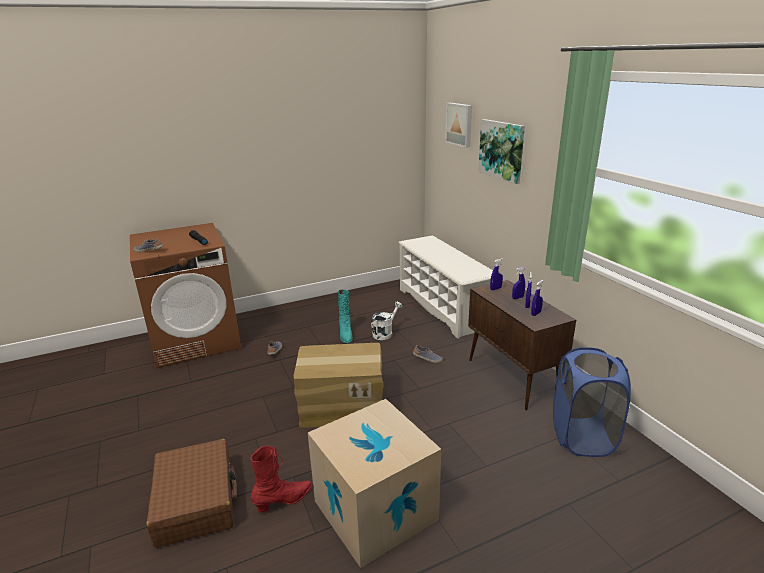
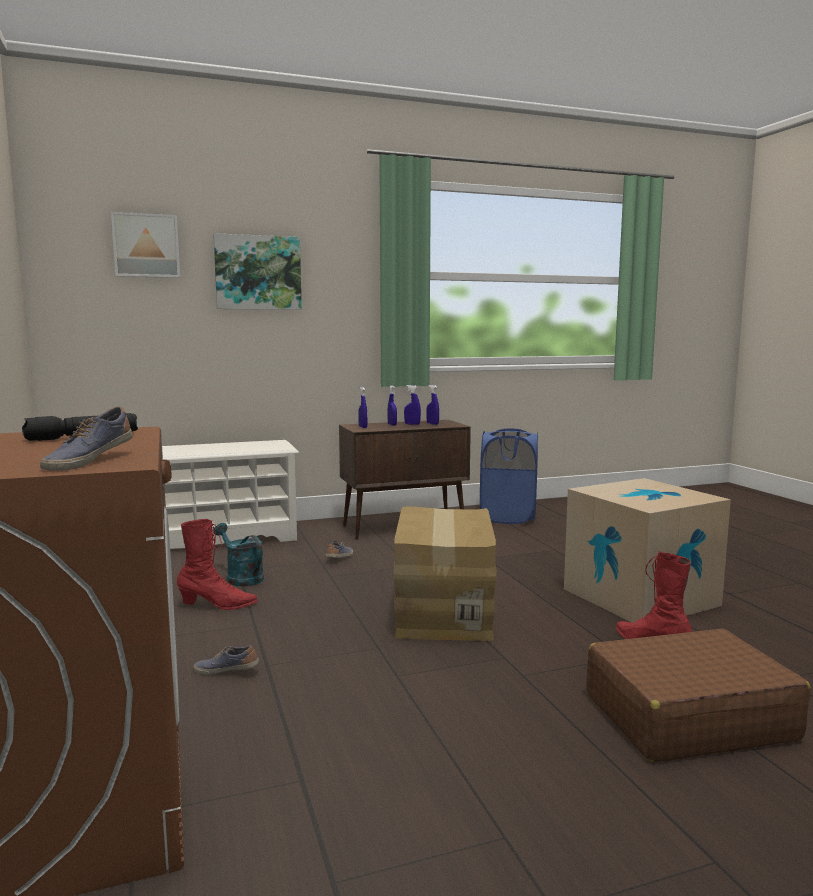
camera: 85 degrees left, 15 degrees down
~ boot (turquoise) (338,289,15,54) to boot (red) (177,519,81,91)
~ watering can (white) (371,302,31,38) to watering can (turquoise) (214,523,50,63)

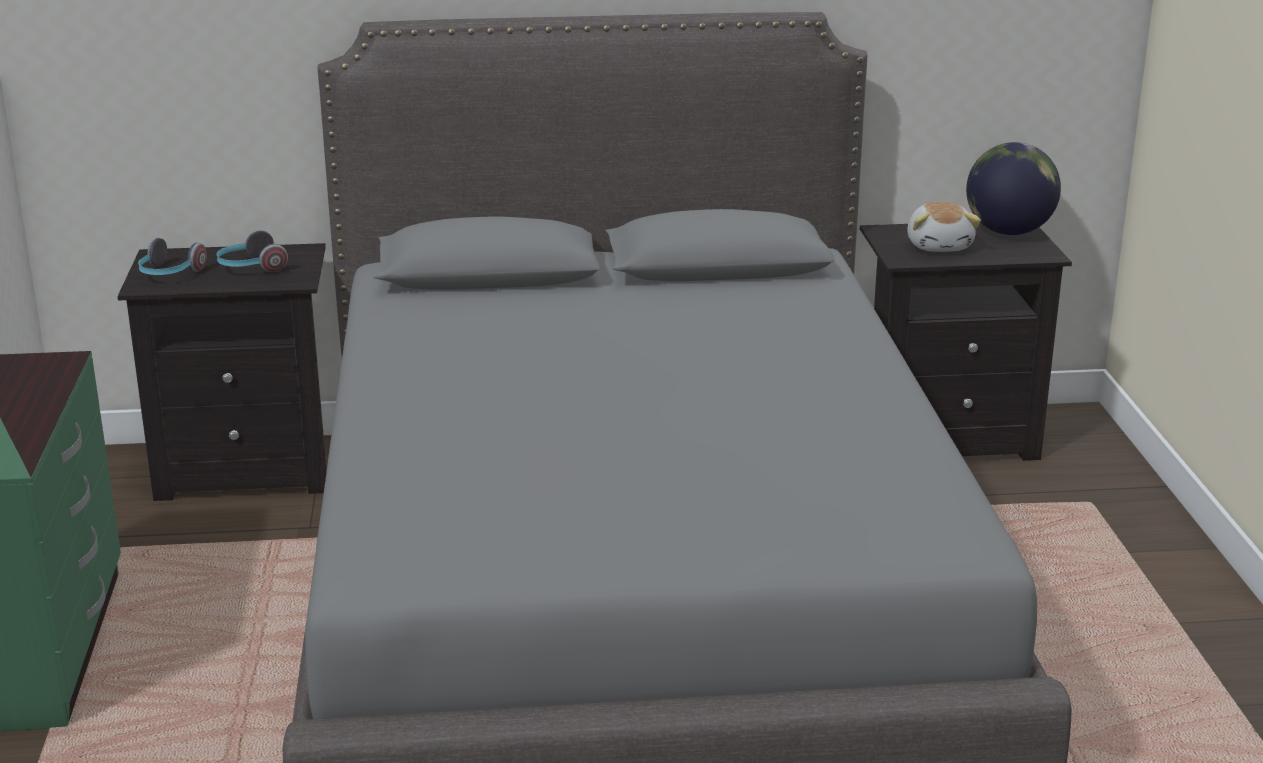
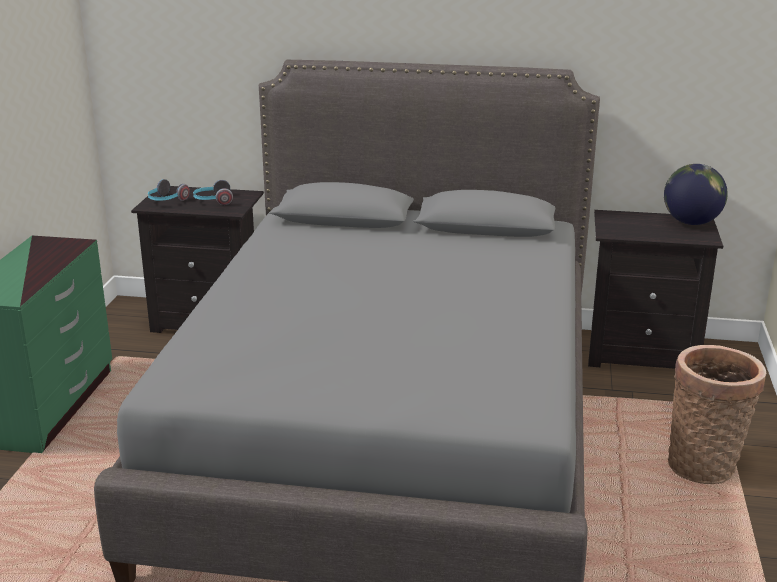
camera: 15 degrees right, 0 degrees up
+ basket (668,345,98,139)
- plush toy (907,202,74,50)

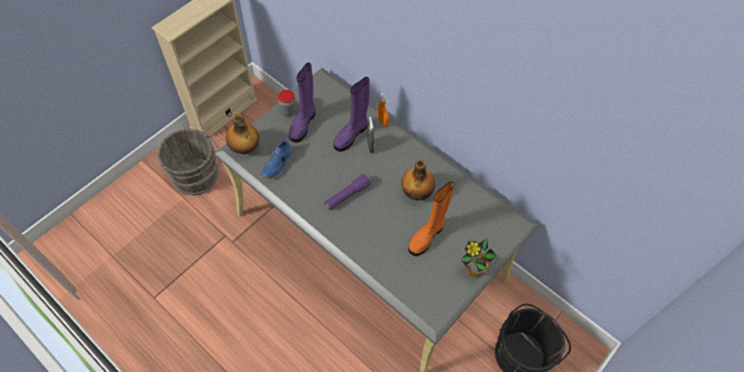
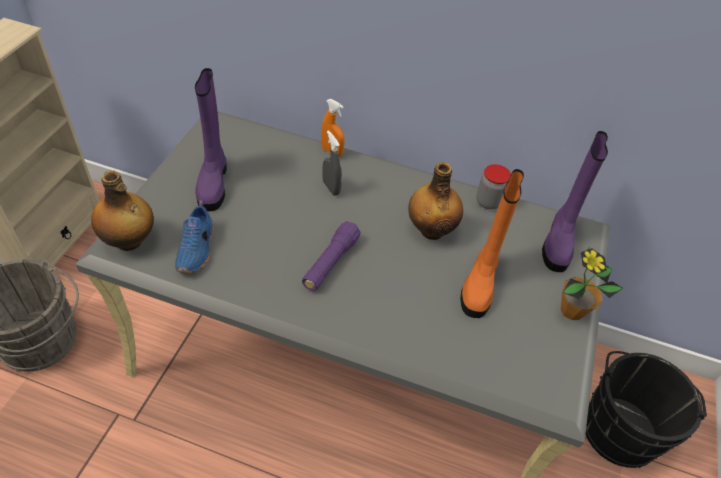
camera: 25 degrees left, 10 degrees down
~ jar (278,90,19,26) to (476,164,35,45)
~ boot (purple) (333,77,37,75) to (542,131,66,141)

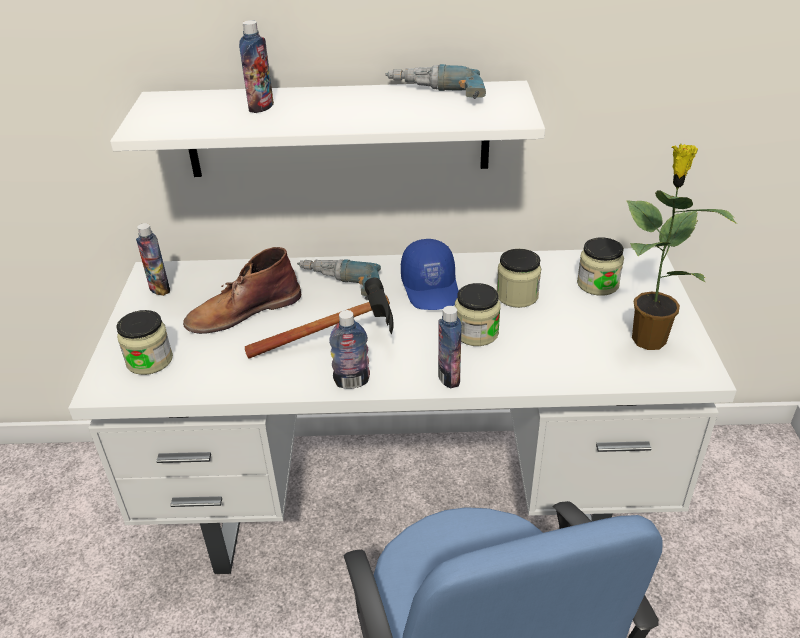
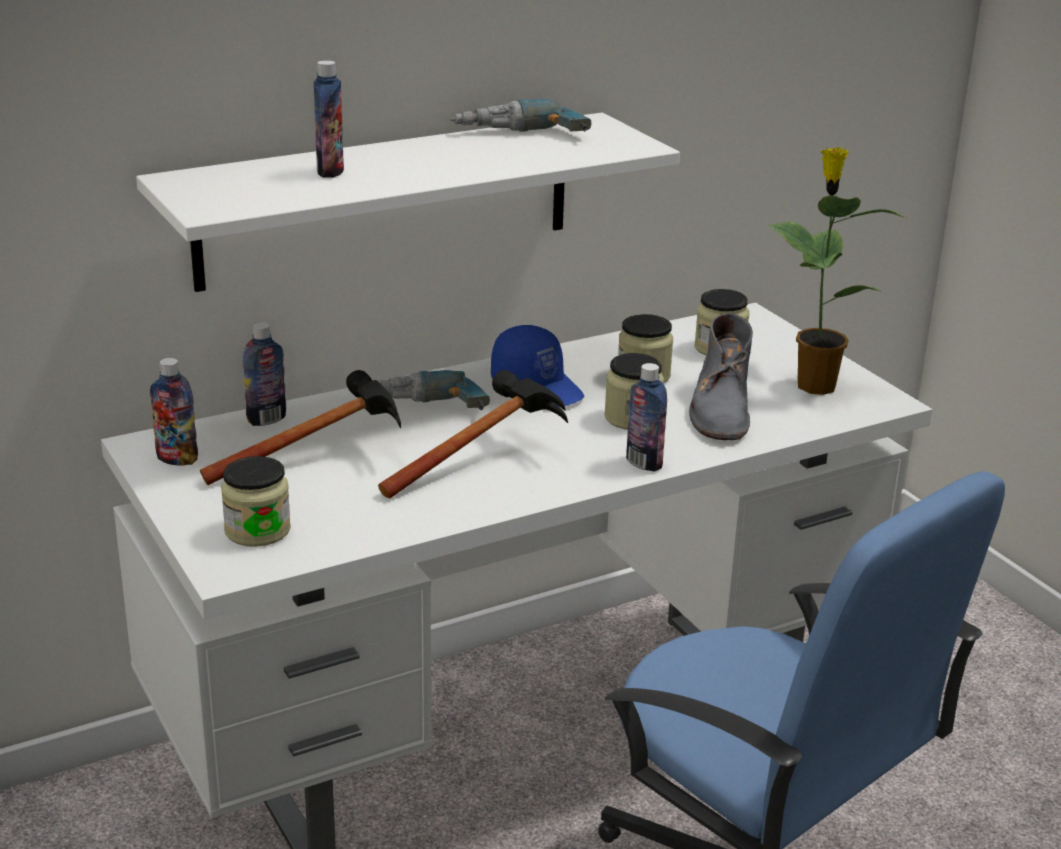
camera: 30 degrees left, 10 degrees down
~ boot (brown) (183,247,118,87) to hammer (200,370,201,115)
~ bottle (329,310,41,79) to (243,322,43,104)
+ boot (grey) (689,313,64,127)

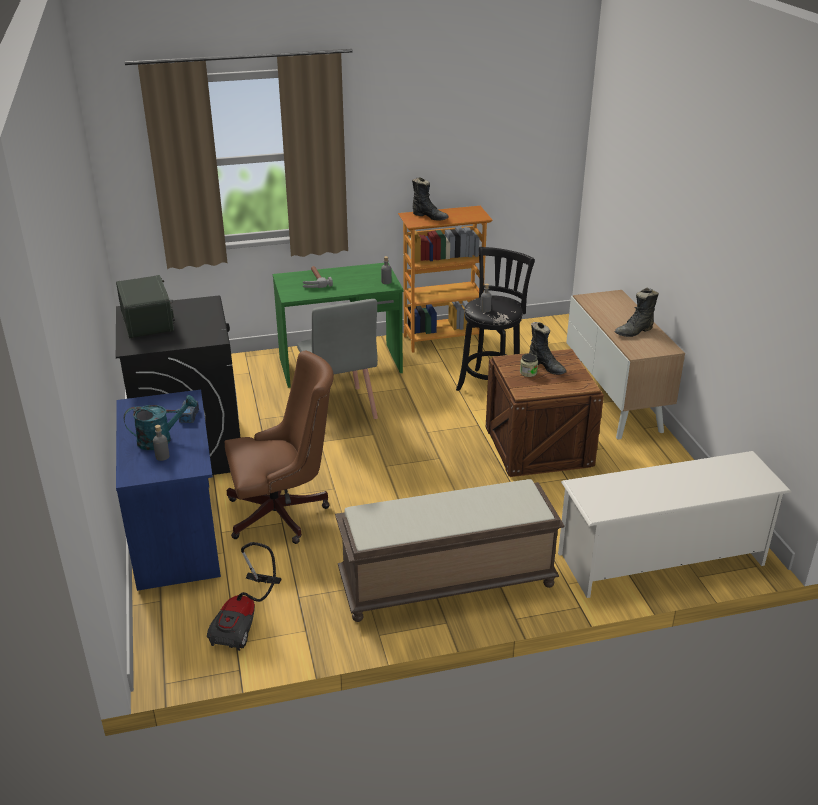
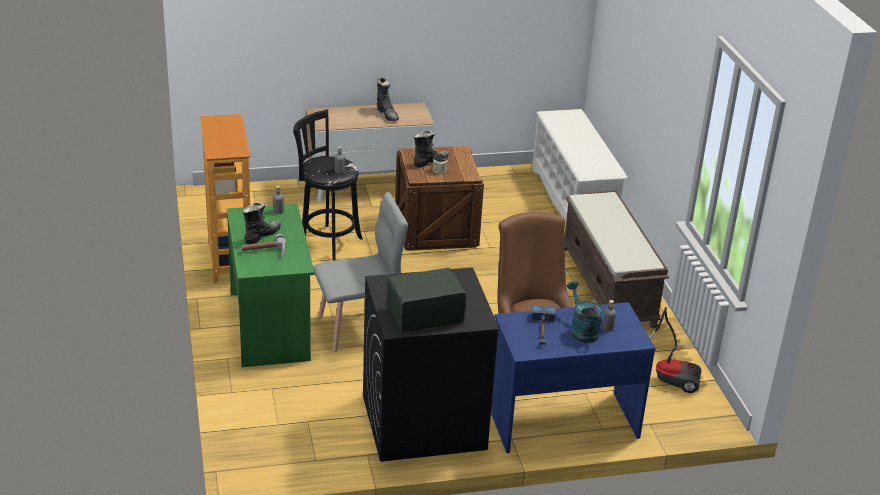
camera: 90 degrees left, 0 degrees up
~ boot (black) (412,177,37,44) to (243,202,38,42)

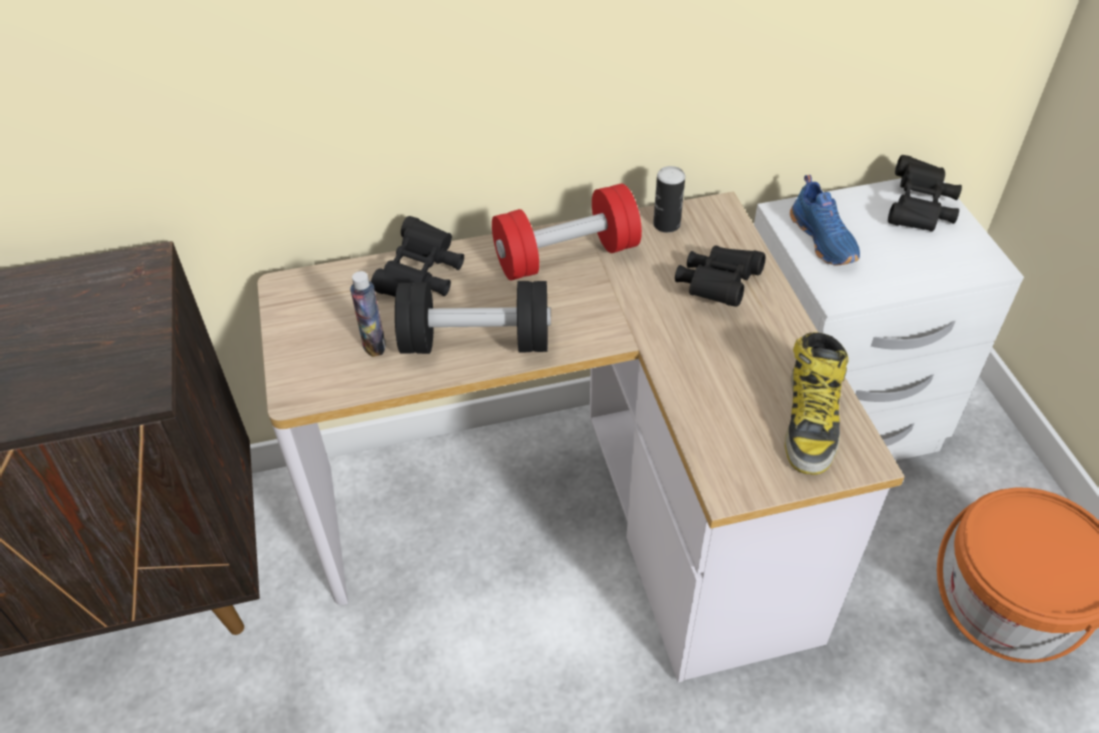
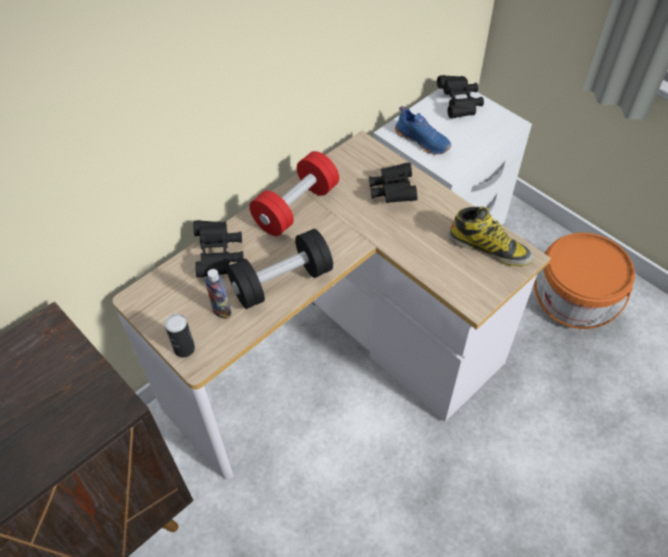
camera: 30 degrees left, 5 degrees up
~ can (653,166,32,67) to (165,314,30,44)
~ boot (785,332,64,143) = (448,206,85,61) 45 degrees counterclockwise

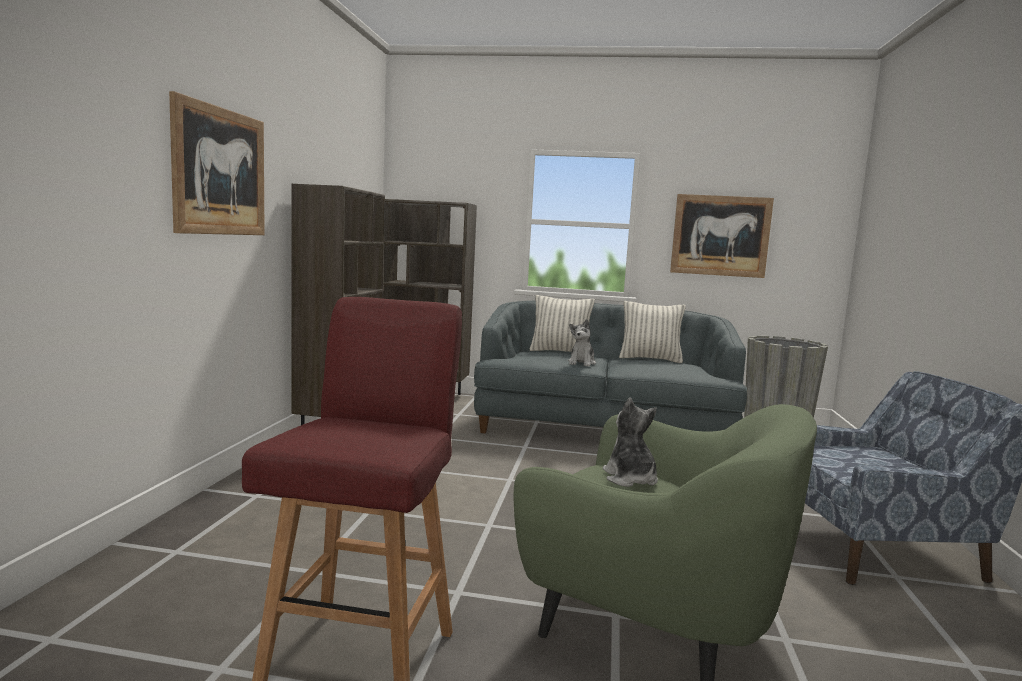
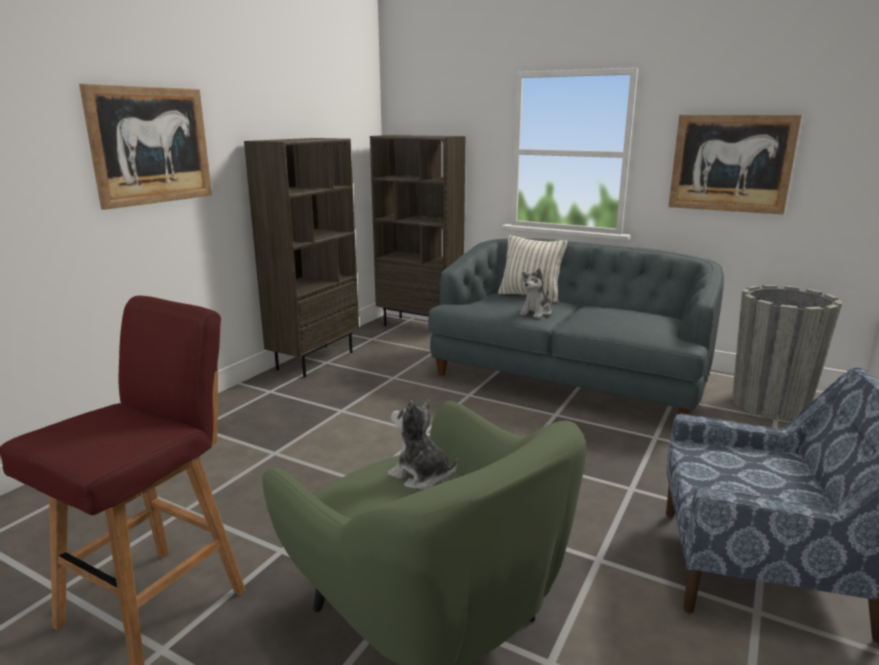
camera: 20 degrees right, 10 degrees up
~ plush toy (603,397,55,90) = (388,399,70,91) 60 degrees counterclockwise
- pillow (619,301,67,62)

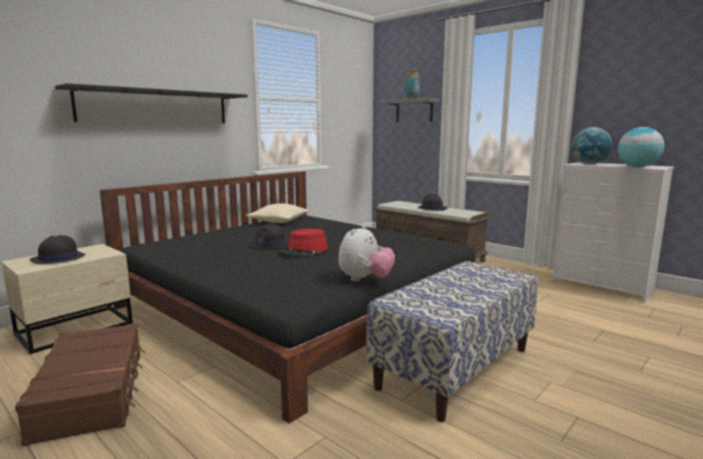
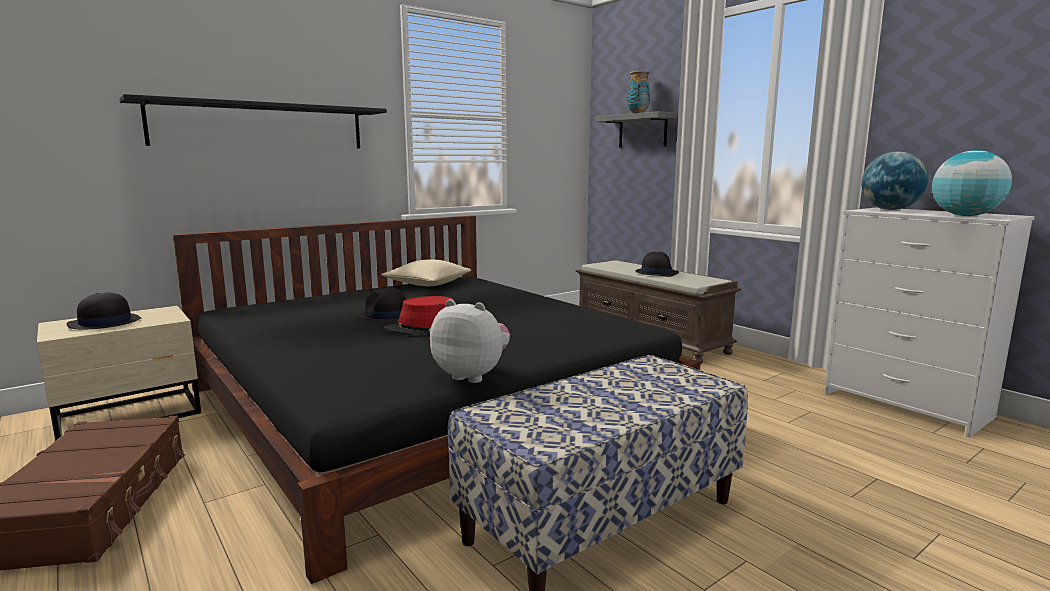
camera: 10 degrees right, 0 degrees up
~ plush toy (338,225,57,57) = (430,299,80,84) 105 degrees counterclockwise

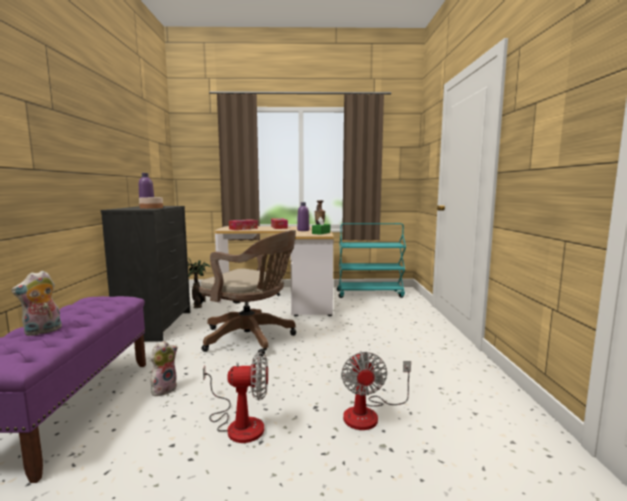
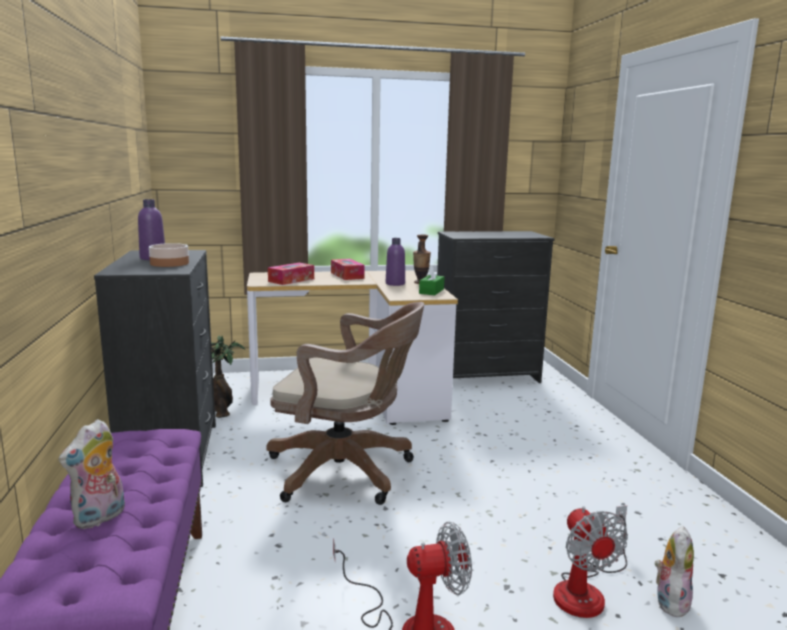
camera: 10 degrees left, 5 degrees up
~ cart (turquoise) (337,223,69,75) to dresser (black) (437,231,118,152)
~ plush toy (151,341,26,55) to (655,526,39,91)

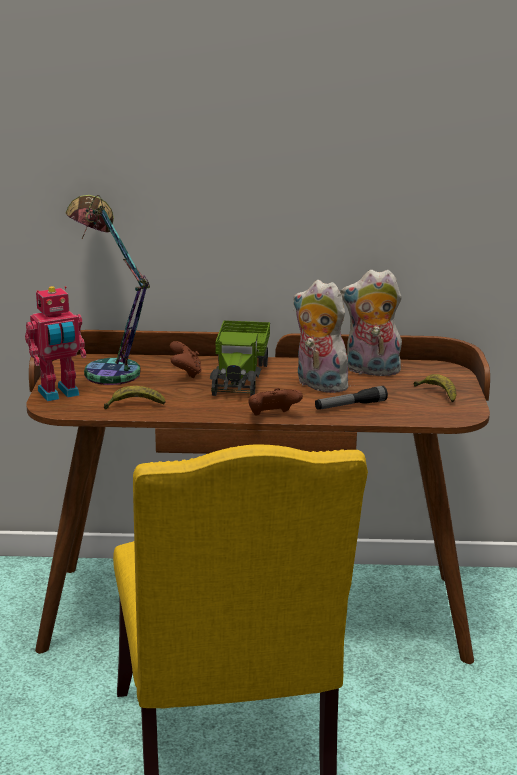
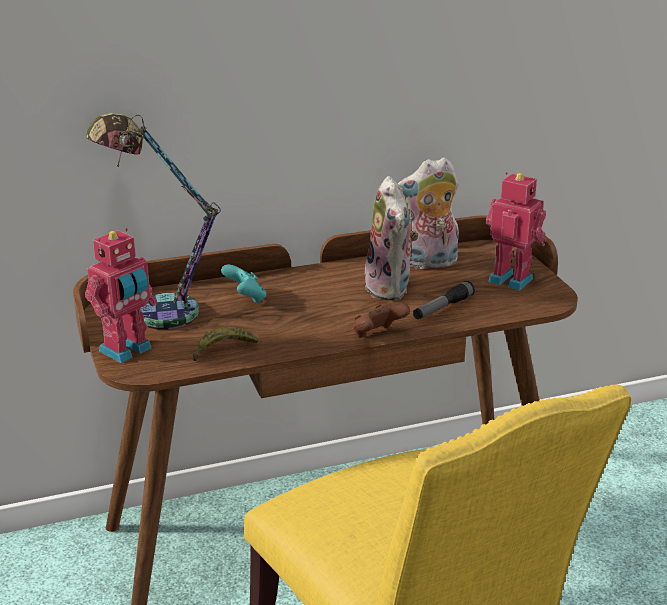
camera: 20 degrees left, 5 degrees up
~ game controller (brown) (170,341,32,37) to game controller (turquoise) (221,265,45,39)
~ plush toy (293,280,55,113) = (365,176,53,125) 120 degrees counterclockwise
~ banana (413,374,43,29) to toy robot (486,172,60,119)
- toy truck (210,320,60,77)

